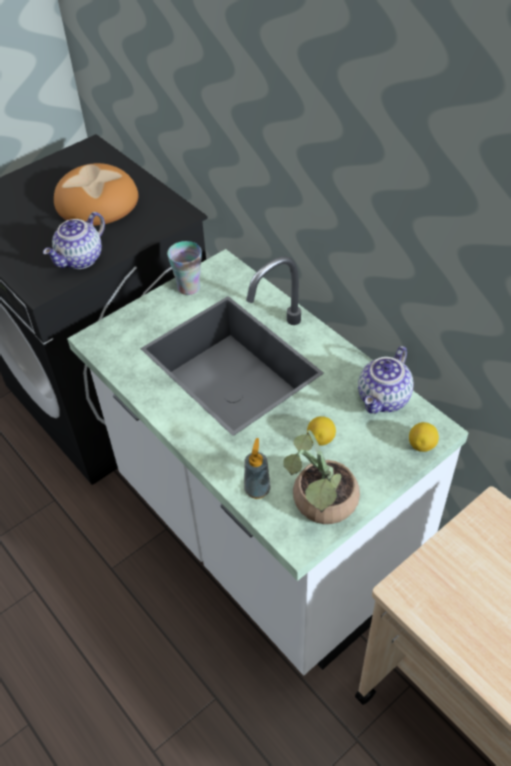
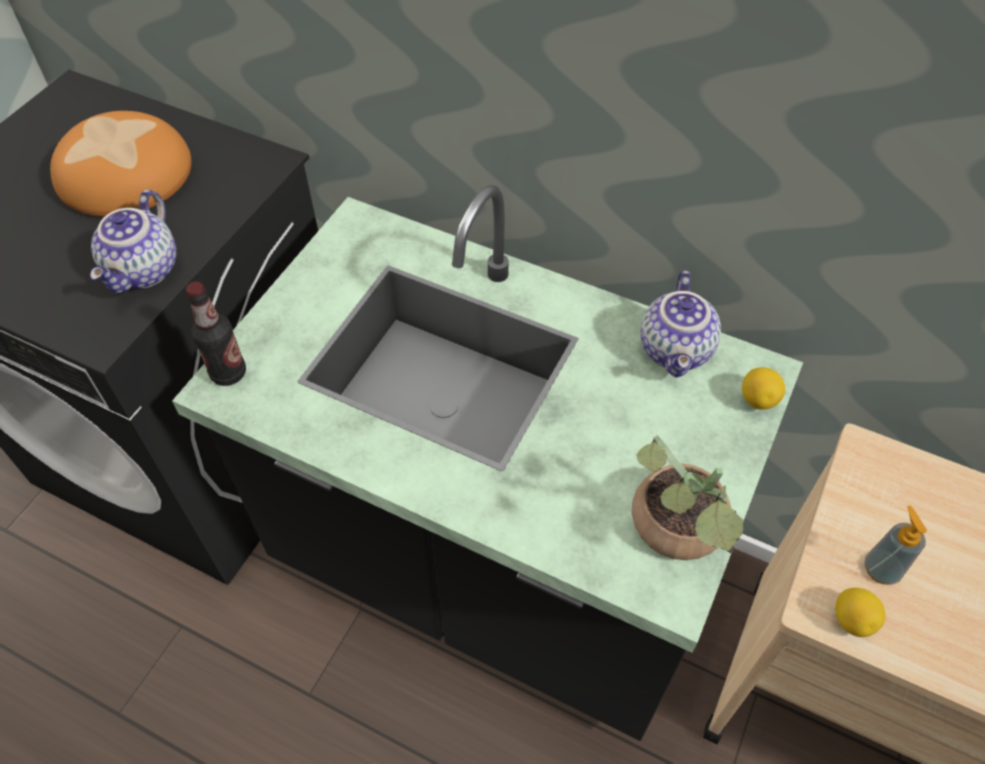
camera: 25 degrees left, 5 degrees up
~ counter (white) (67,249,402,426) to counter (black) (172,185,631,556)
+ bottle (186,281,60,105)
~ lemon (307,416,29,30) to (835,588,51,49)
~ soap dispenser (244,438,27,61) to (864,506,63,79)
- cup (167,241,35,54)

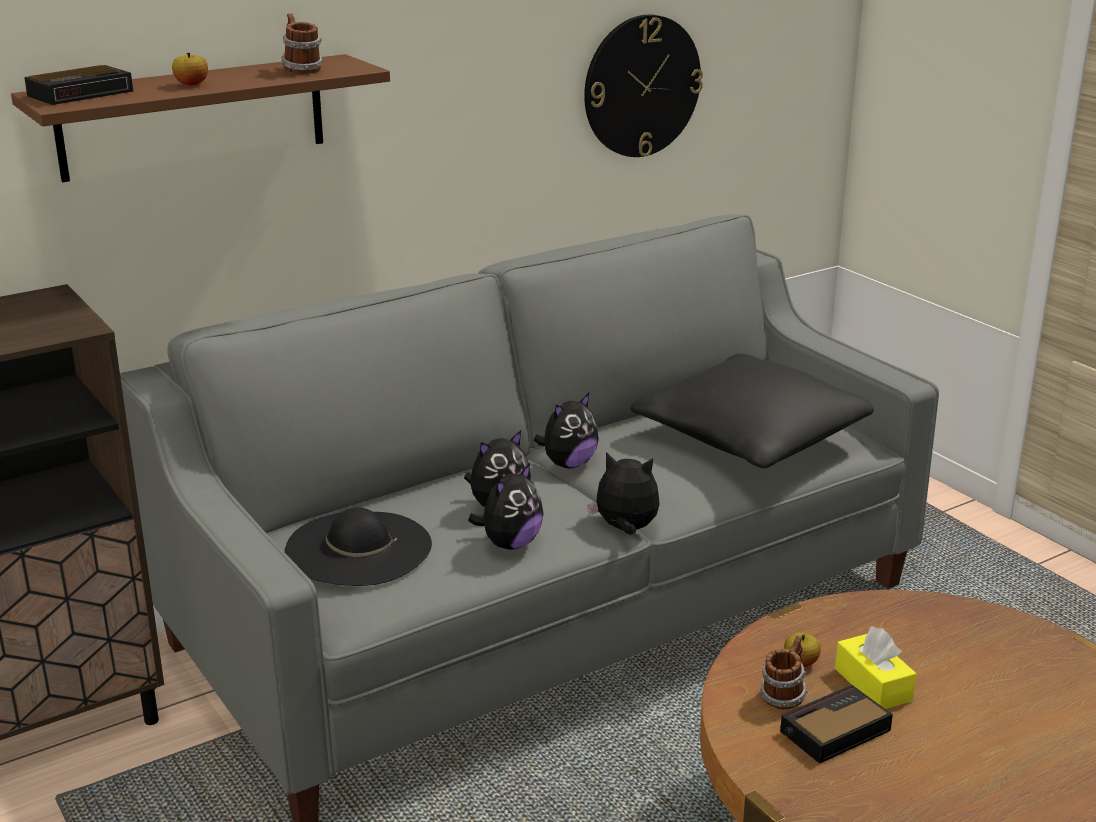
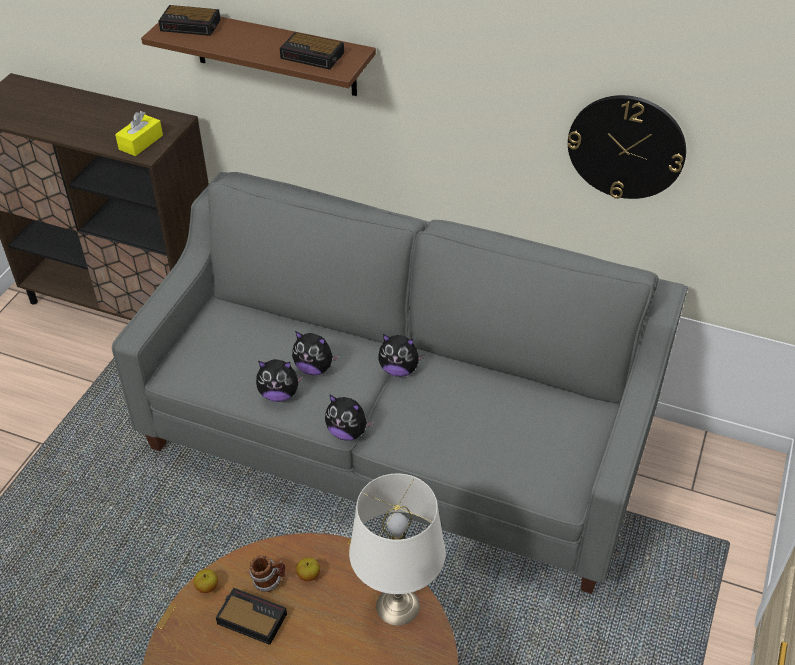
camera: 55 degrees right, 20 degrees up
~ tissue box (yellow) (835,626,82,83) to (115,111,48,45)
~ apple (172,53,36,32) to (194,569,24,24)
~ mug (281,13,43,61) to alarm clock (280,32,64,38)
~ plush toy (587,452,73,83) = (325,394,49,47) 135 degrees clockwise
+ table lamp (white) (349,474,97,152)
- hat (black) (285,508,147,78)
- pillow (black) (630,354,244,115)

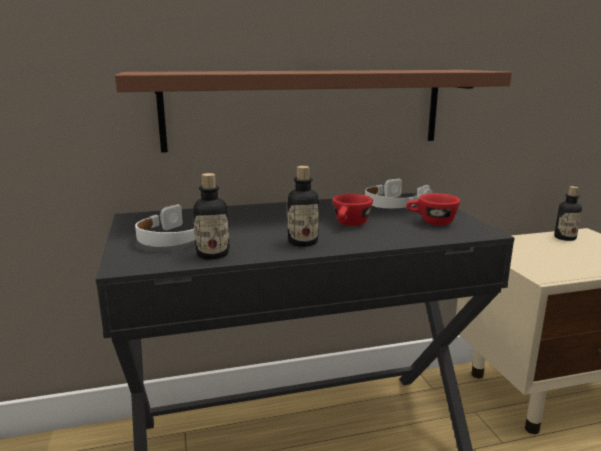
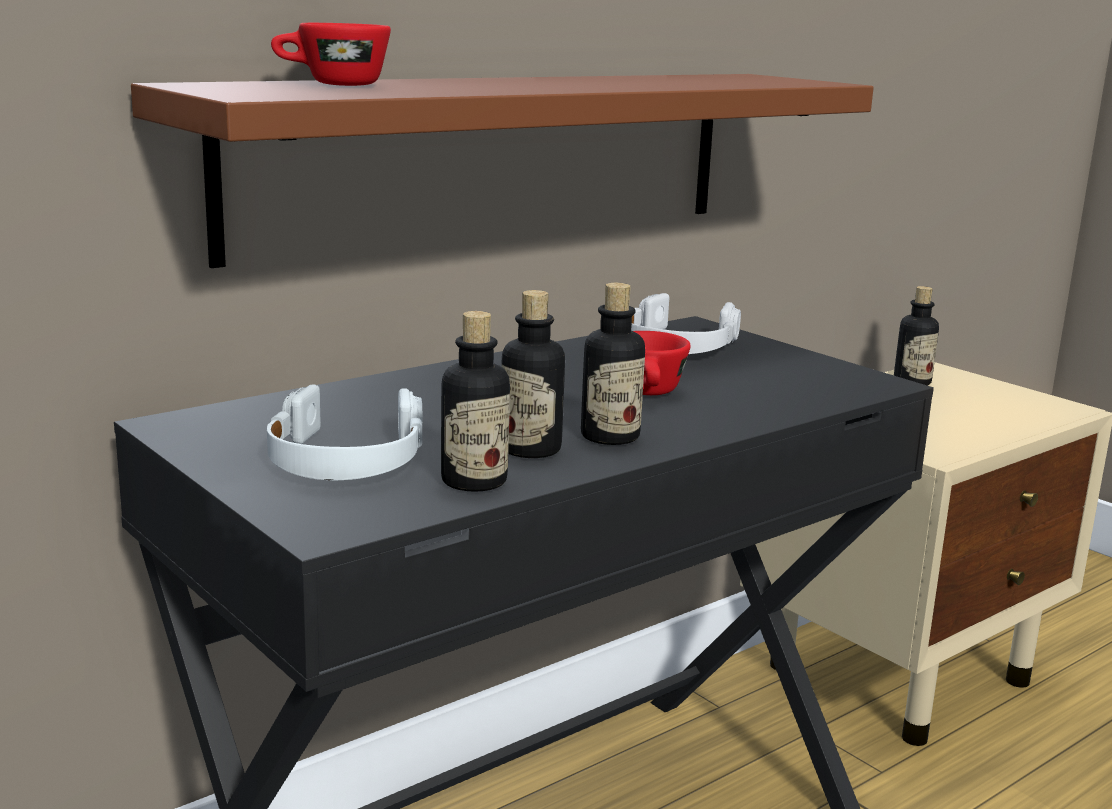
camera: 25 degrees left, 0 degrees up
~ cup (red) (406,193,54,32) to (271,23,120,63)
+ bottle (501,290,64,168)

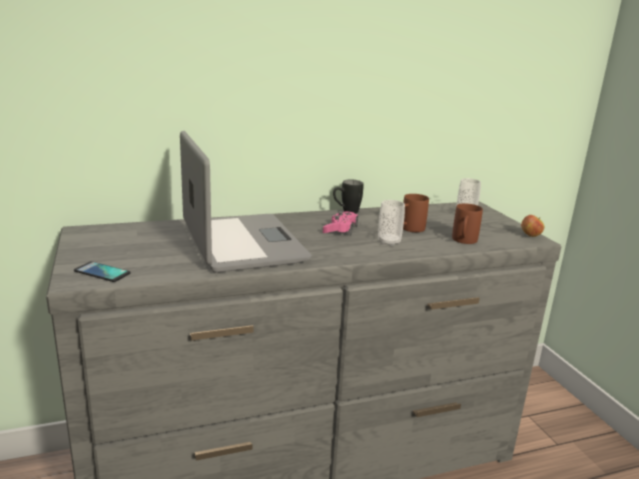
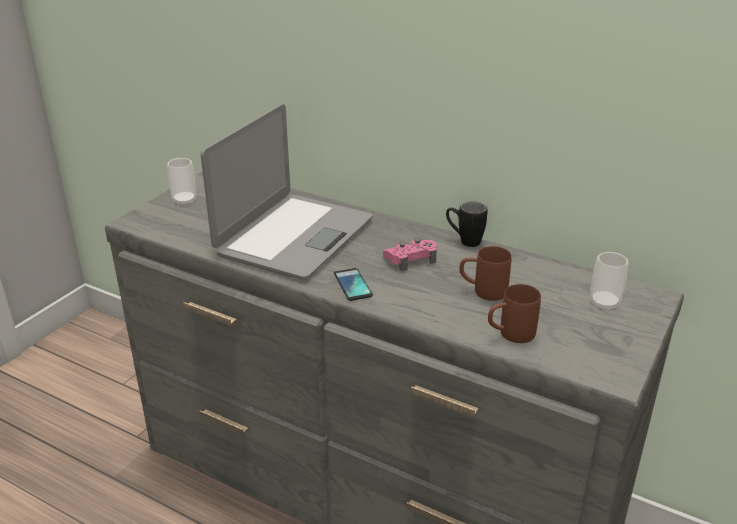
camera: 50 degrees right, 10 degrees up
~ cup (378,200,27,46) to (167,158,29,48)
~ phone (74,261,57,21) to (334,268,39,33)
- apple (521,215,23,22)

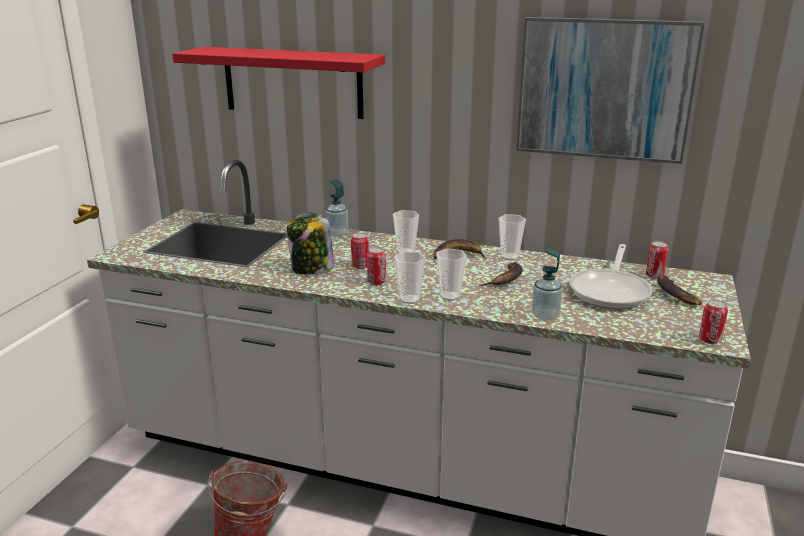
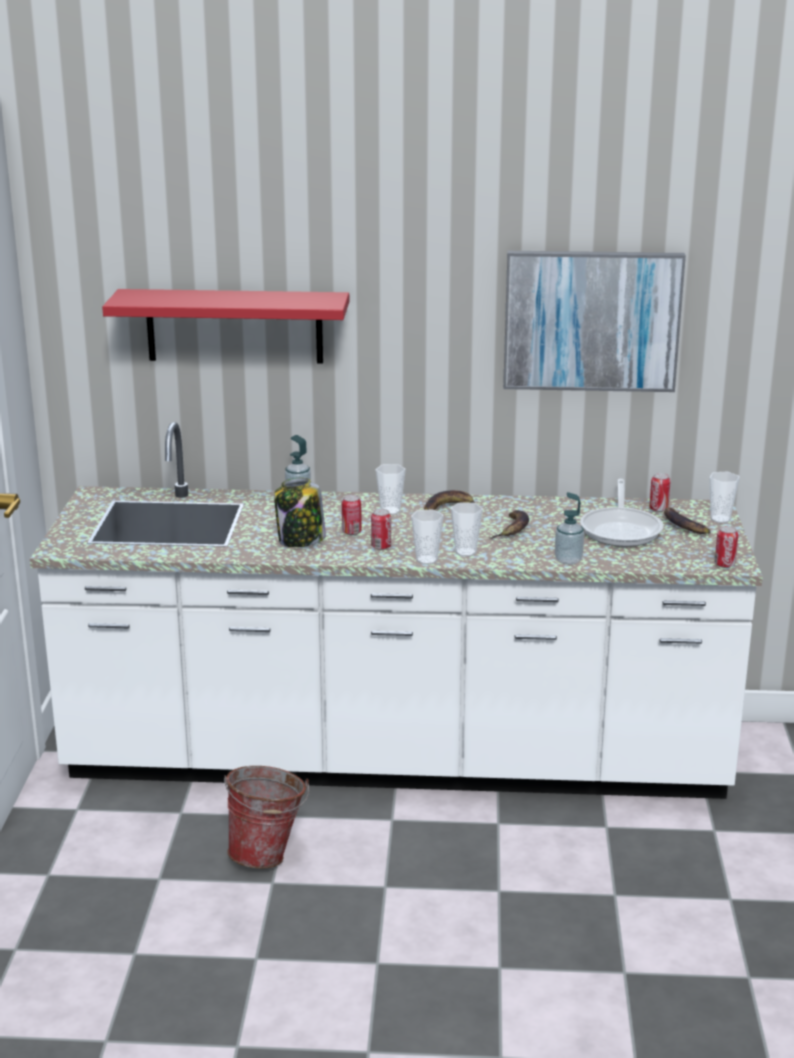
camera: 15 degrees left, 0 degrees up
~ cup (498,214,28,46) to (709,472,31,51)

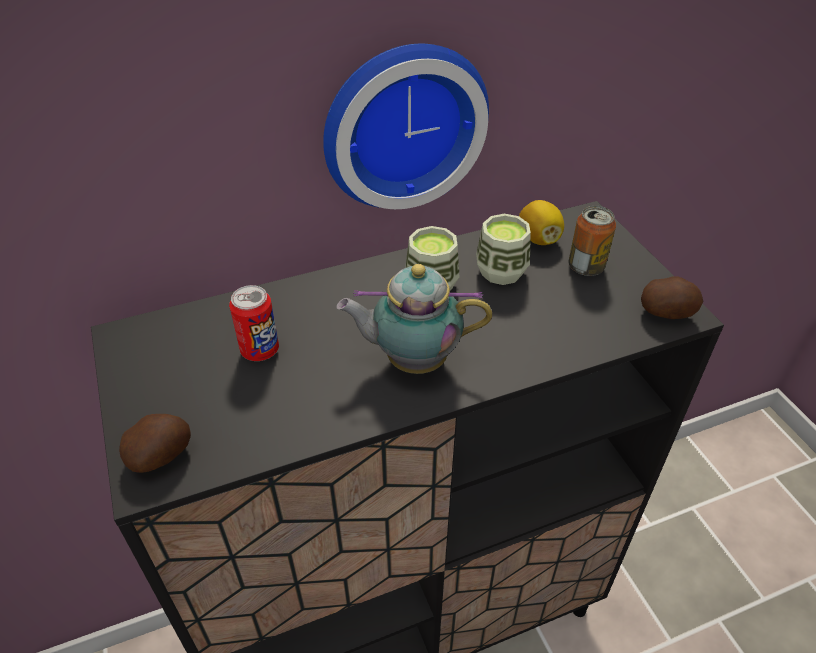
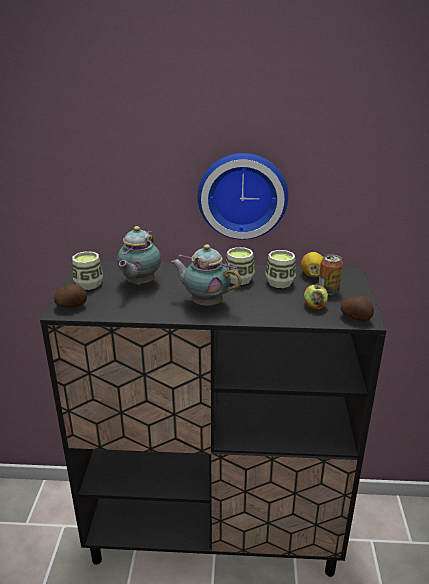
camera: 25 degrees right, 15 degrees down
+ cup (72,251,31,39)
~ can (229,285,50,76) to teapot (117,226,44,59)
+ apple (304,283,24,26)

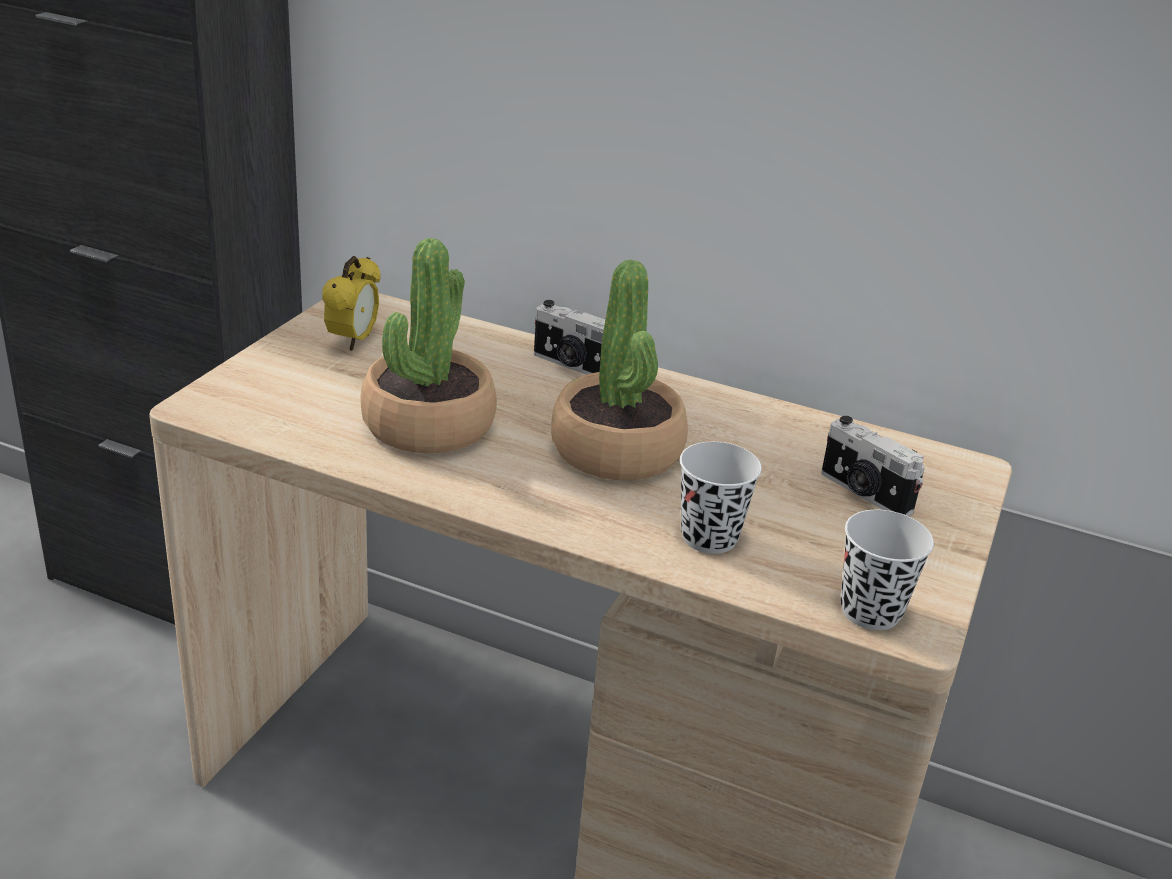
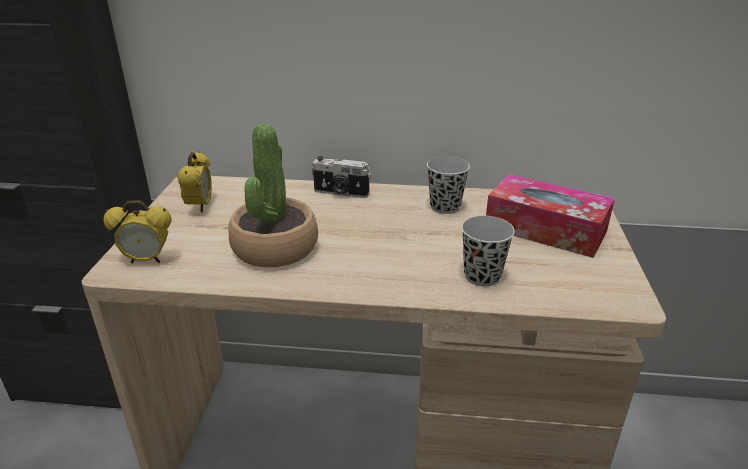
camera: 15 degrees left, 0 degrees up
+ alarm clock (103,200,69,63)
~ cup (black) (840,510,94,120) to (427,156,43,58)
~ photo camera (821,416,104,100) to tissue box (486,174,129,84)
- potted plant (551,260,137,220)

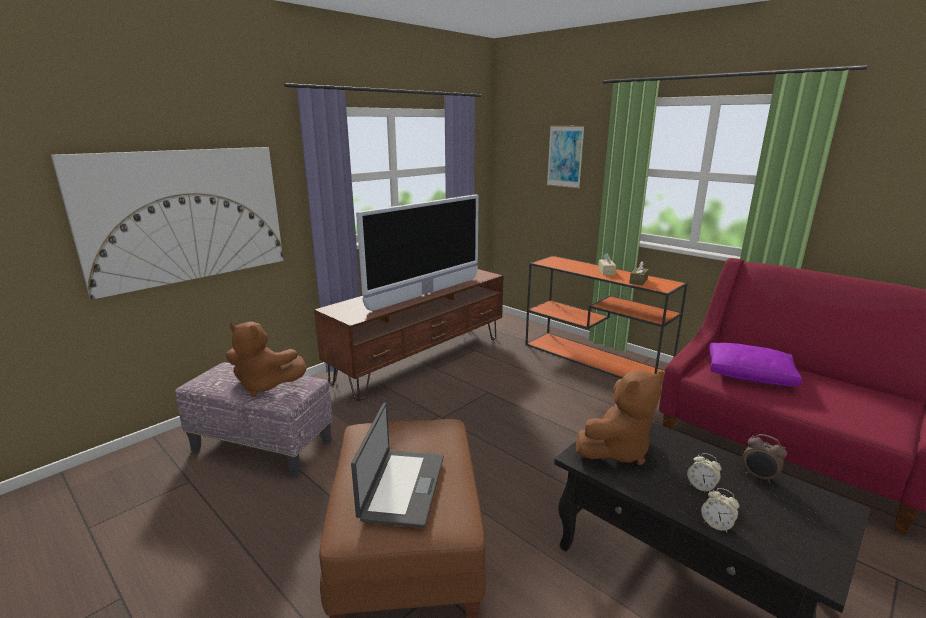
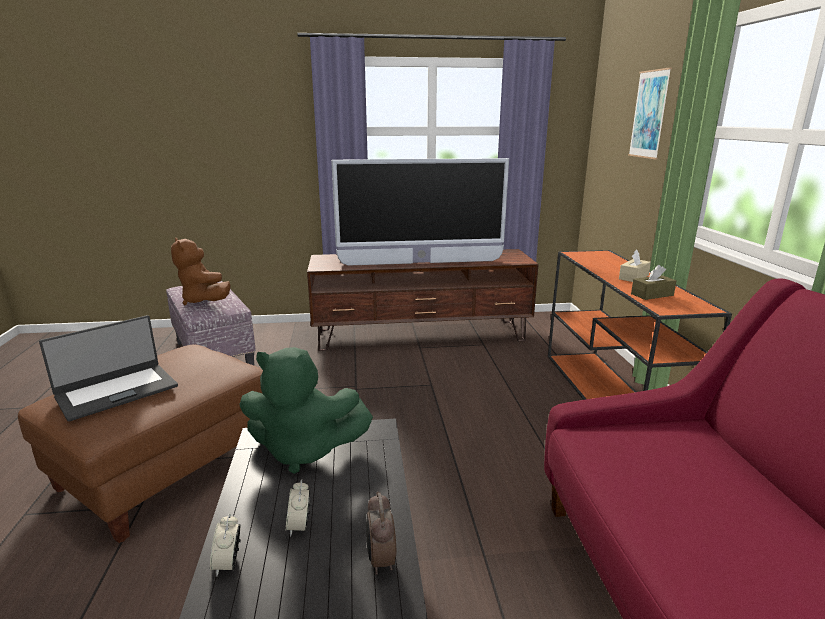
camera: 40 degrees right, 0 degrees up
~ plush toy (brown) (576,371,88,94) to plush toy (green) (239,347,134,127)
- picture (51,147,232,153)
- pillow (purple) (709,343,93,43)

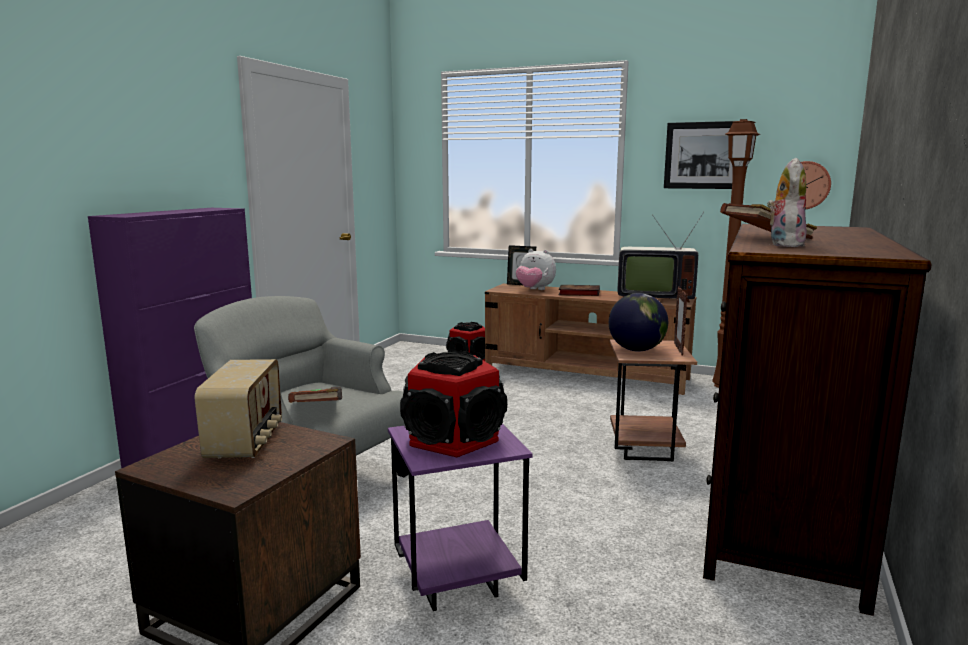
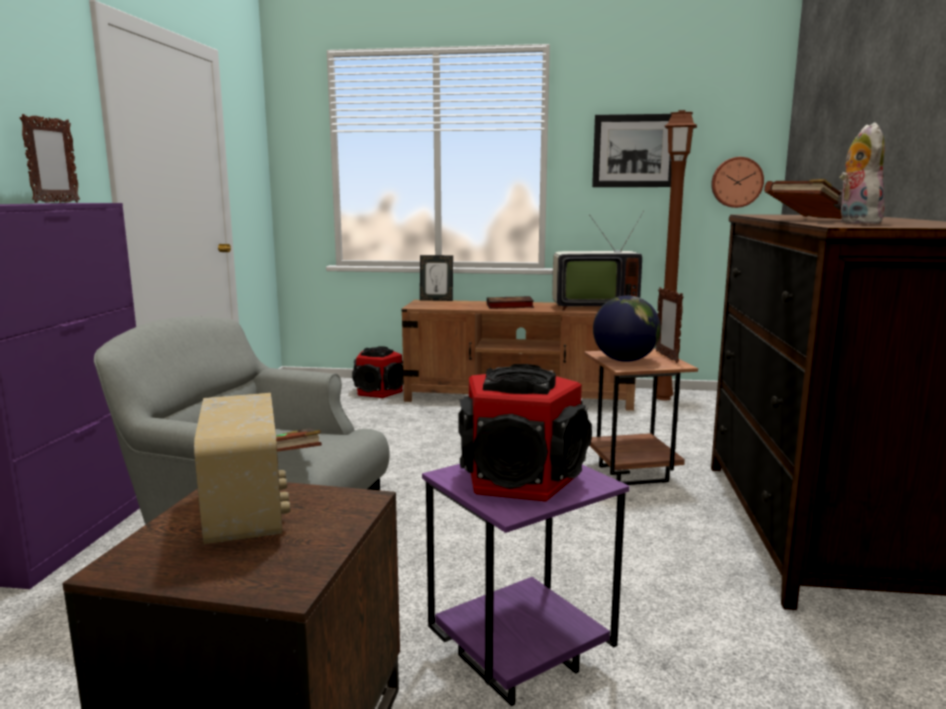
camera: 15 degrees left, 0 degrees up
+ picture frame (20,114,60,89)
- plush toy (516,249,40,41)

